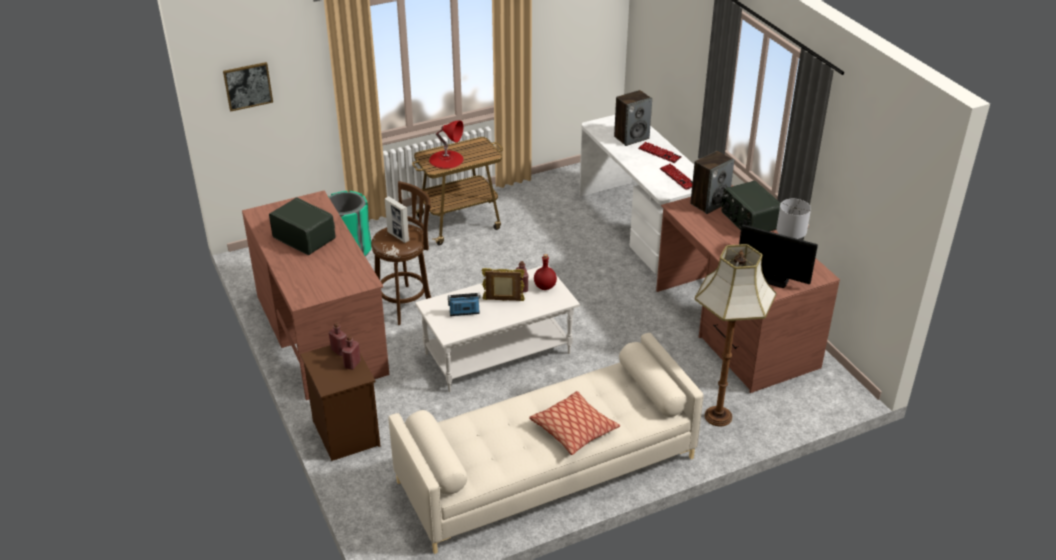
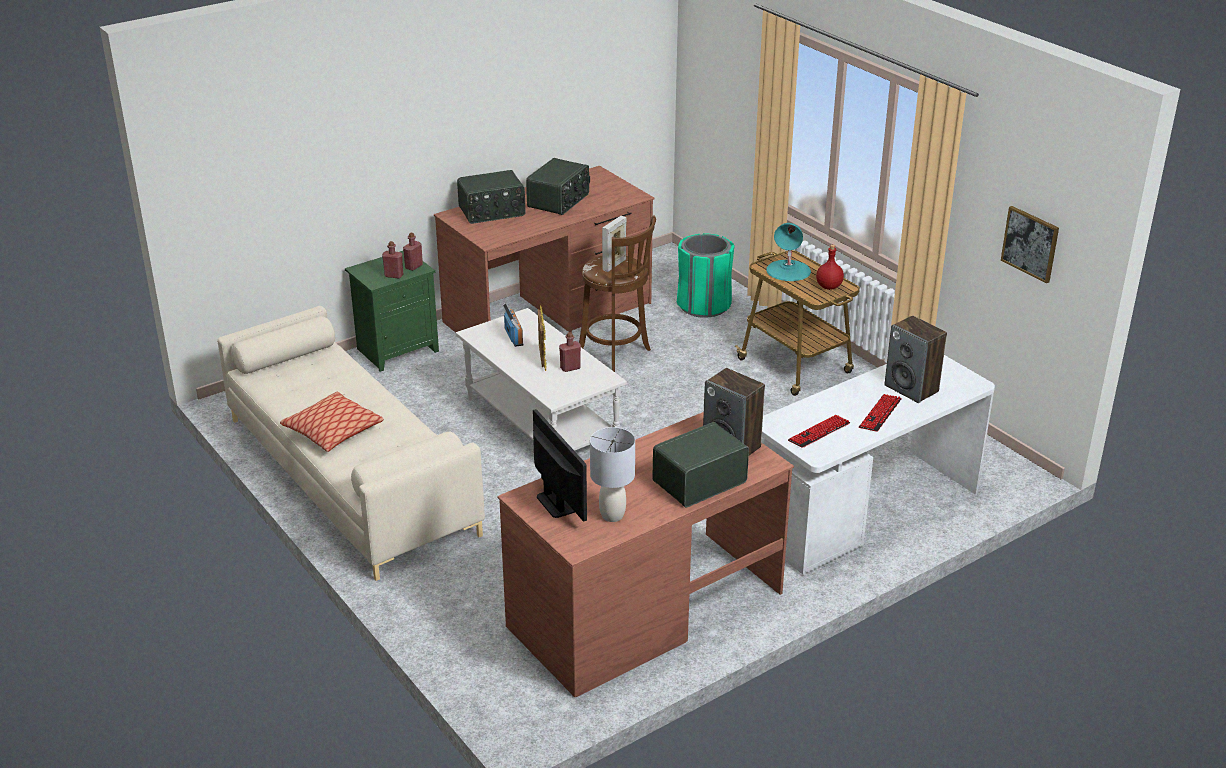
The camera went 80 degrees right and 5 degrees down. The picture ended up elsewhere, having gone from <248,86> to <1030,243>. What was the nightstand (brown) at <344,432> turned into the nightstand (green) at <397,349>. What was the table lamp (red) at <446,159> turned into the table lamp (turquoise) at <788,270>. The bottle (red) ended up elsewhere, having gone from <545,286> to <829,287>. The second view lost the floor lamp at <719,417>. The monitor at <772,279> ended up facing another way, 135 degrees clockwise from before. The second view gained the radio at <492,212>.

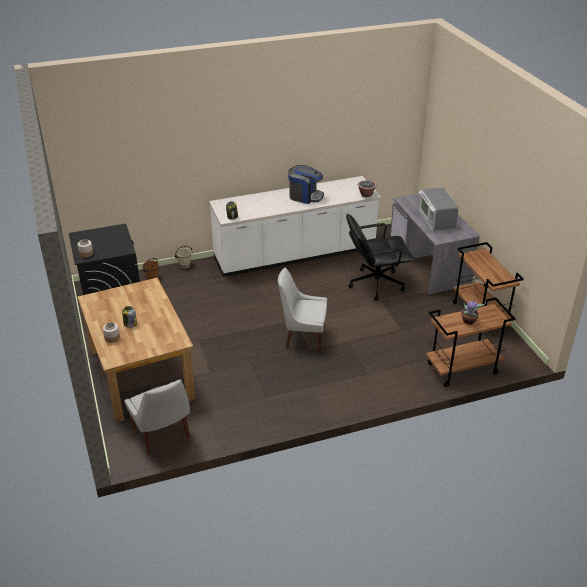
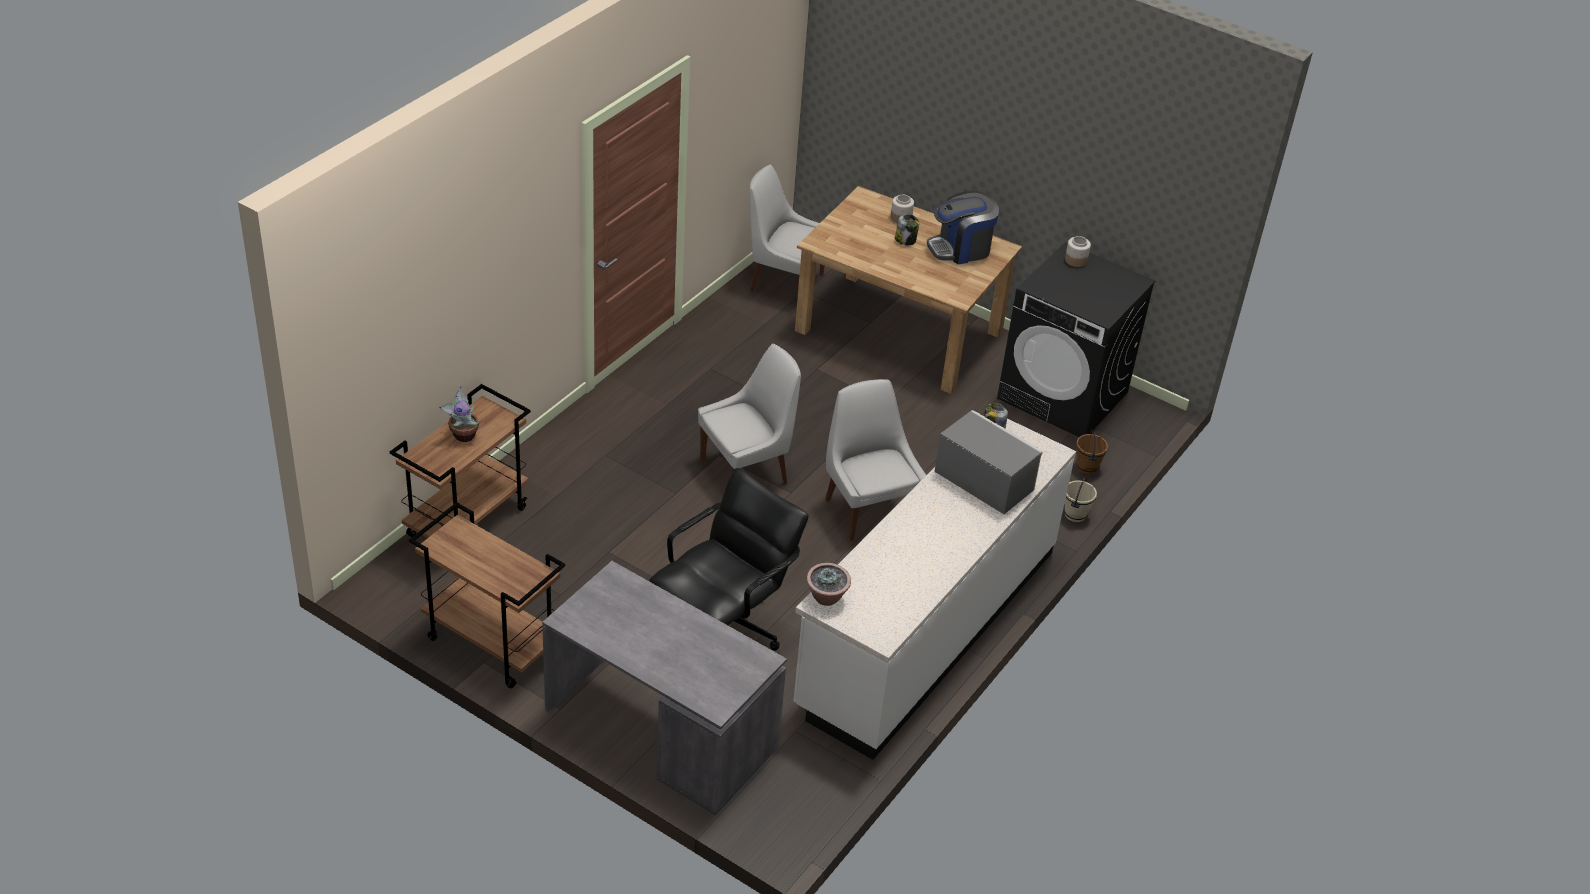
The camera went 140 degrees right and 5 degrees up. The coffee machine ended up elsewhere, having gone from <305,196> to <960,248>. The microwave ended up elsewhere, having gone from <436,219> to <985,479>. The second view gained the chair (white) at <868,509>.

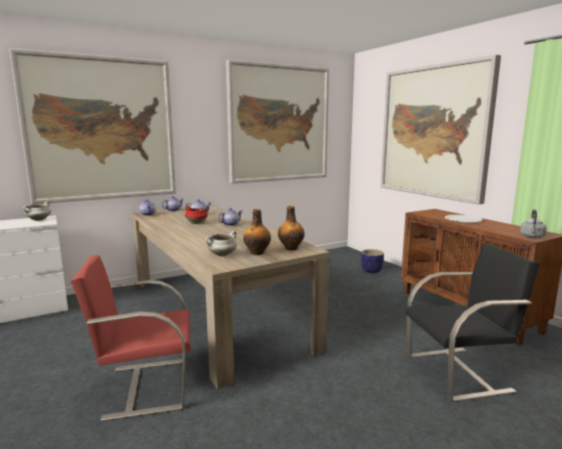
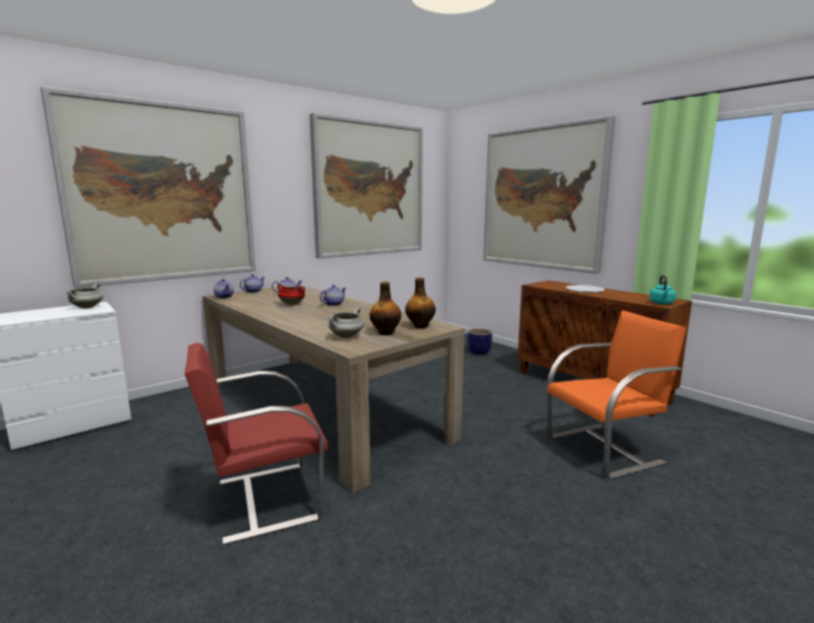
The camera went 10 degrees left and 0 degrees up. What was the chair (black) at <459,373> turned into the chair (orange) at <605,449>. What was the kettle (grey) at <532,237> turned into the kettle (turquoise) at <661,303>.

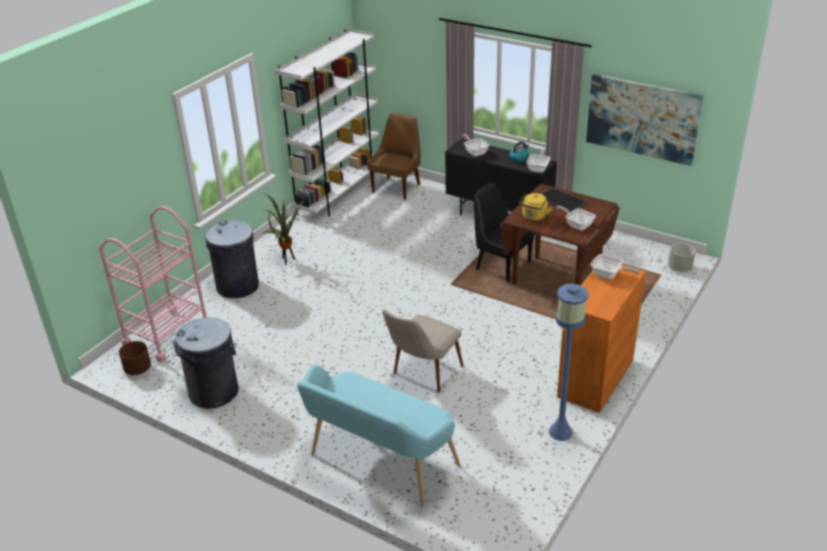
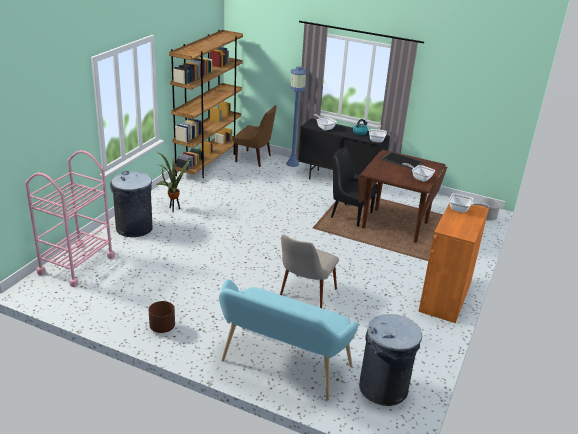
The camera went 10 degrees left and 5 degrees down. The planter (brown) ended up elsewhere, having gone from <137,369> to <162,328>. The trash can (grey) ended up elsewhere, having gone from <214,392> to <384,388>. What was the bookcase (white) at <339,194> turned into the bookcase (brown) at <208,162>. The chair (brown) at <397,187> ended up facing another way, 90 degrees clockwise from before. The second view lost the kettle (yellow) at <534,217>. The floor lamp (blue) ended up elsewhere, having gone from <560,432> to <292,164>. The second view lost the picture at <642,119>.

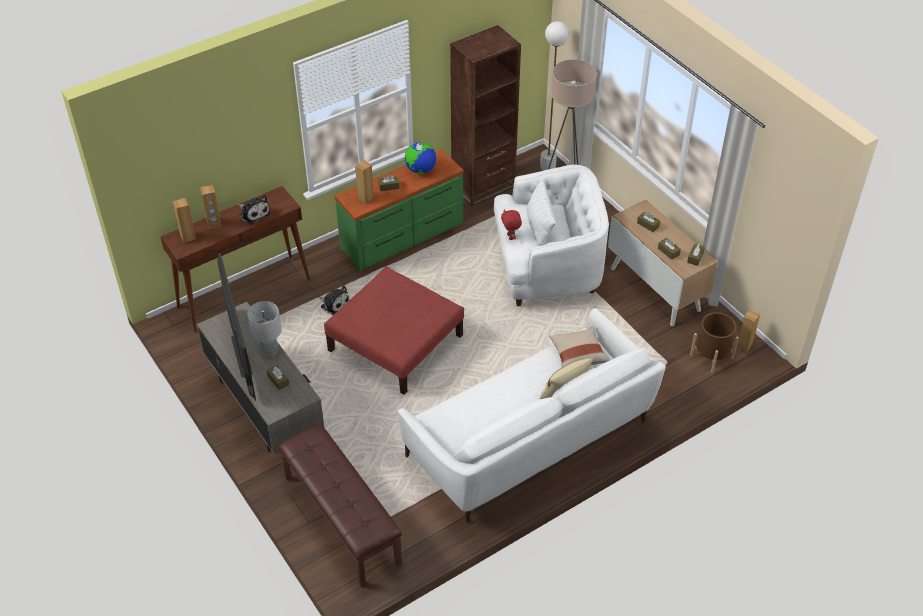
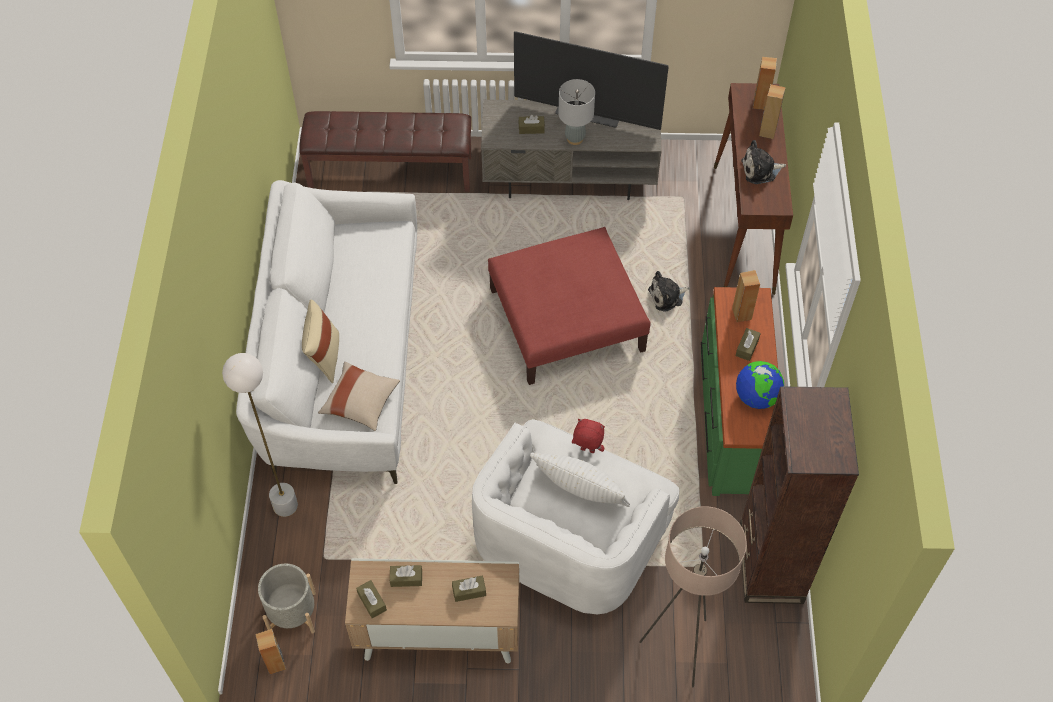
The camera went 125 degrees right and 10 degrees up. The floor lamp (white) ended up elsewhere, having gone from <548,167> to <285,505>. What was the planter (brown) at <711,356> turned into the planter (grey) at <292,613>.

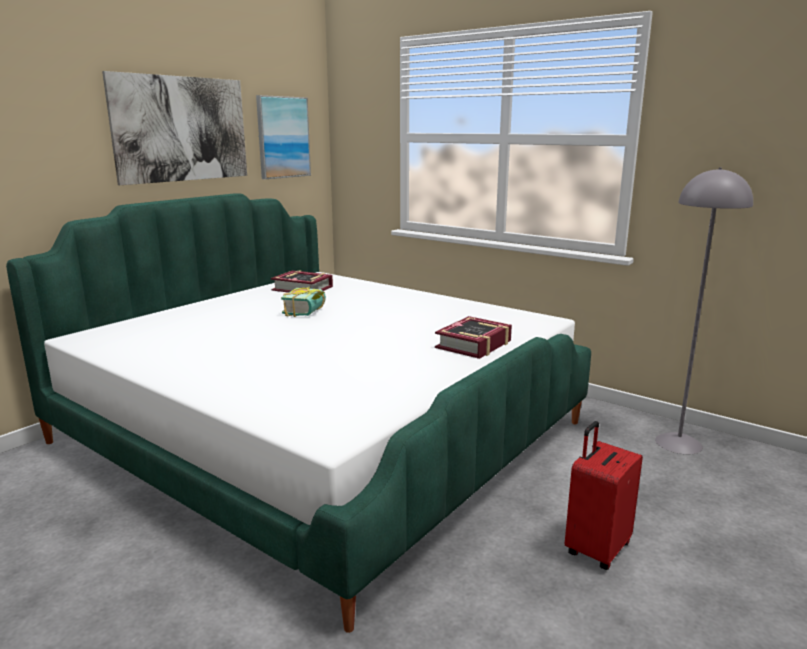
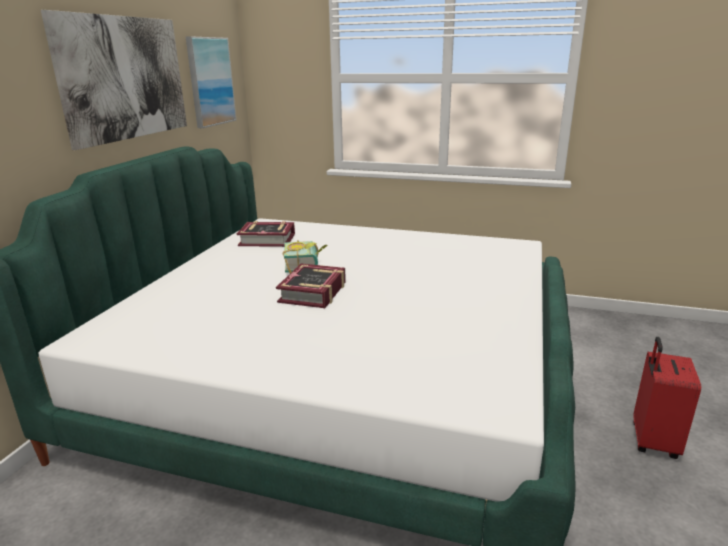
The camera went 20 degrees left and 5 degrees up. The book ended up elsewhere, having gone from <474,344> to <313,292>. The second view lost the floor lamp (grey) at <679,443>.

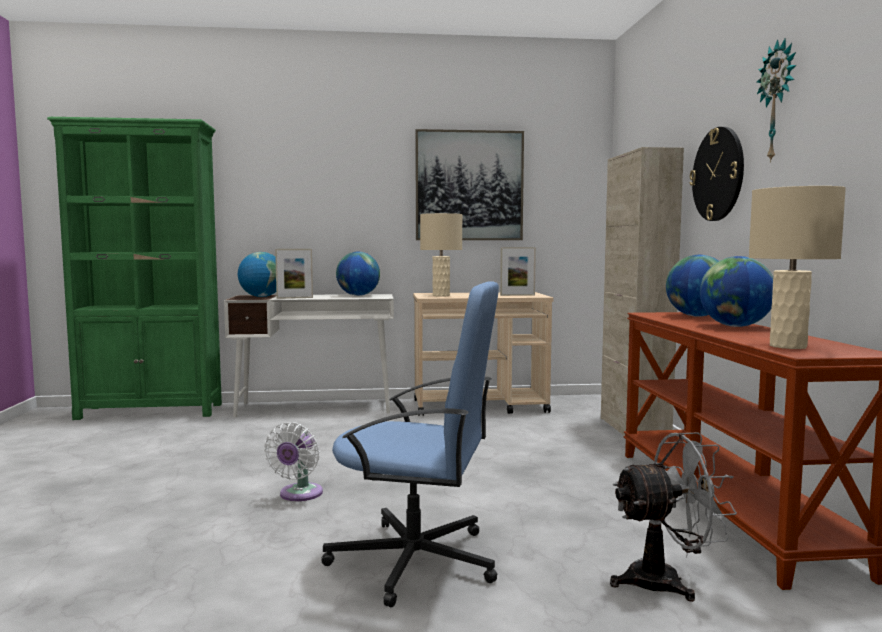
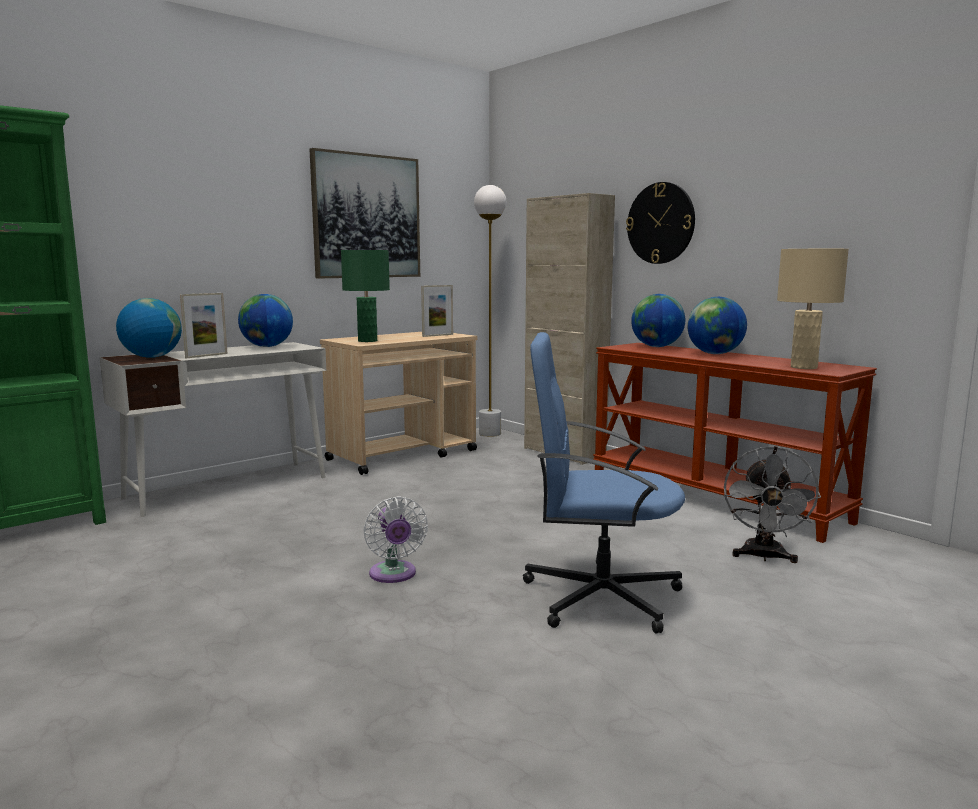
The camera went 35 degrees left and 5 degrees up. The office chair (blue) at <416,561> ended up facing another way, 150 degrees counterclockwise from before. What was the table lamp (beige) at <440,295> turned into the table lamp (green) at <367,341>. The fan (grey) at <666,581> ended up facing another way, 150 degrees clockwise from before. The second view lost the wall clock at <778,101>. The second view gained the floor lamp (white) at <490,434>.

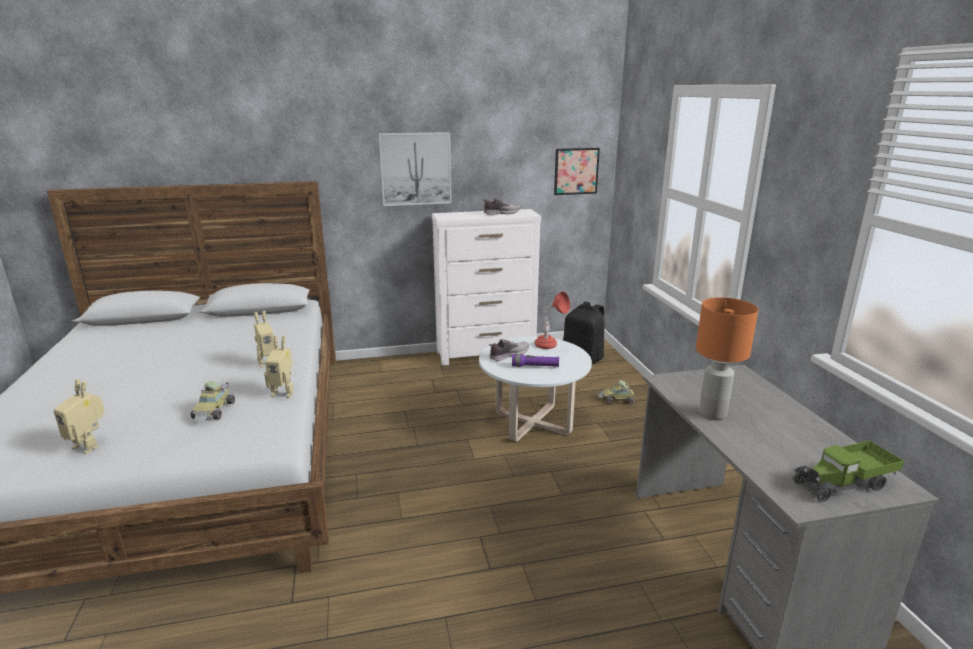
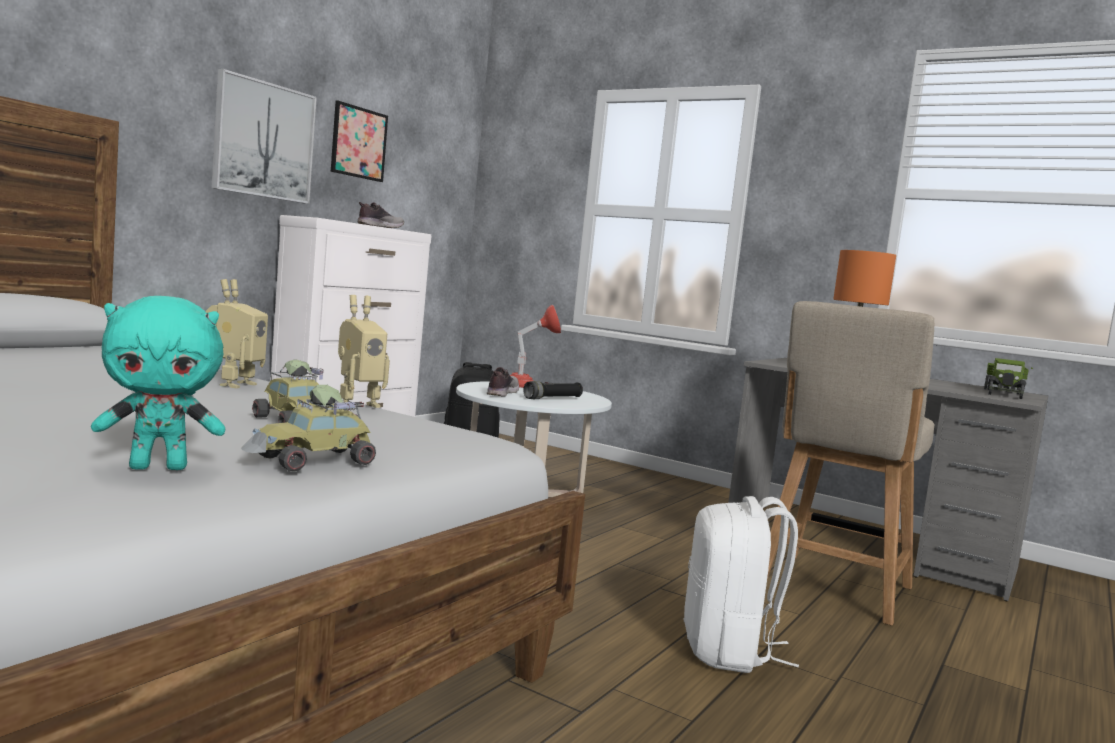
The camera went 45 degrees left and 15 degrees down. Where the toy robot stood at <89,445>, the plush toy (turquoise) came to stand at <159,467>. What was the flashlight (purple) at <535,366> turned into the flashlight (black) at <552,398>. The picture ended up elsewhere, having gone from <576,171> to <359,142>. The toy car ended up elsewhere, having gone from <617,400> to <313,461>. The second view gained the backpack (white) at <728,651>. The second view gained the chair (beige) at <833,589>.

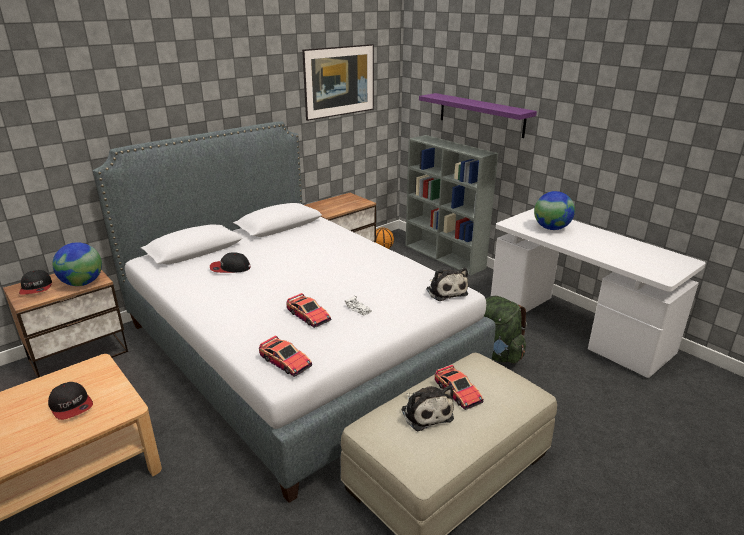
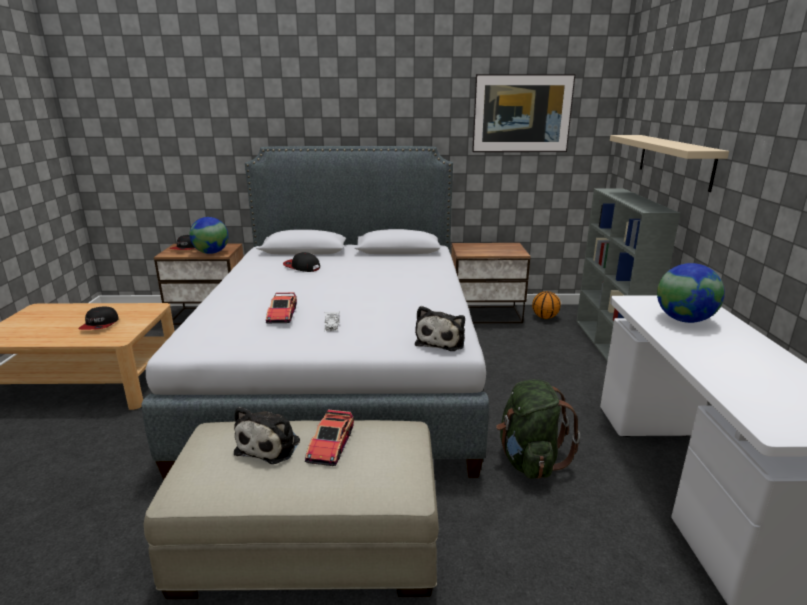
The camera went 40 degrees right and 5 degrees down. The second view lost the toy car at <286,362>. What was the shelf (purple) at <481,115> turned into the shelf (beige) at <674,160>.

